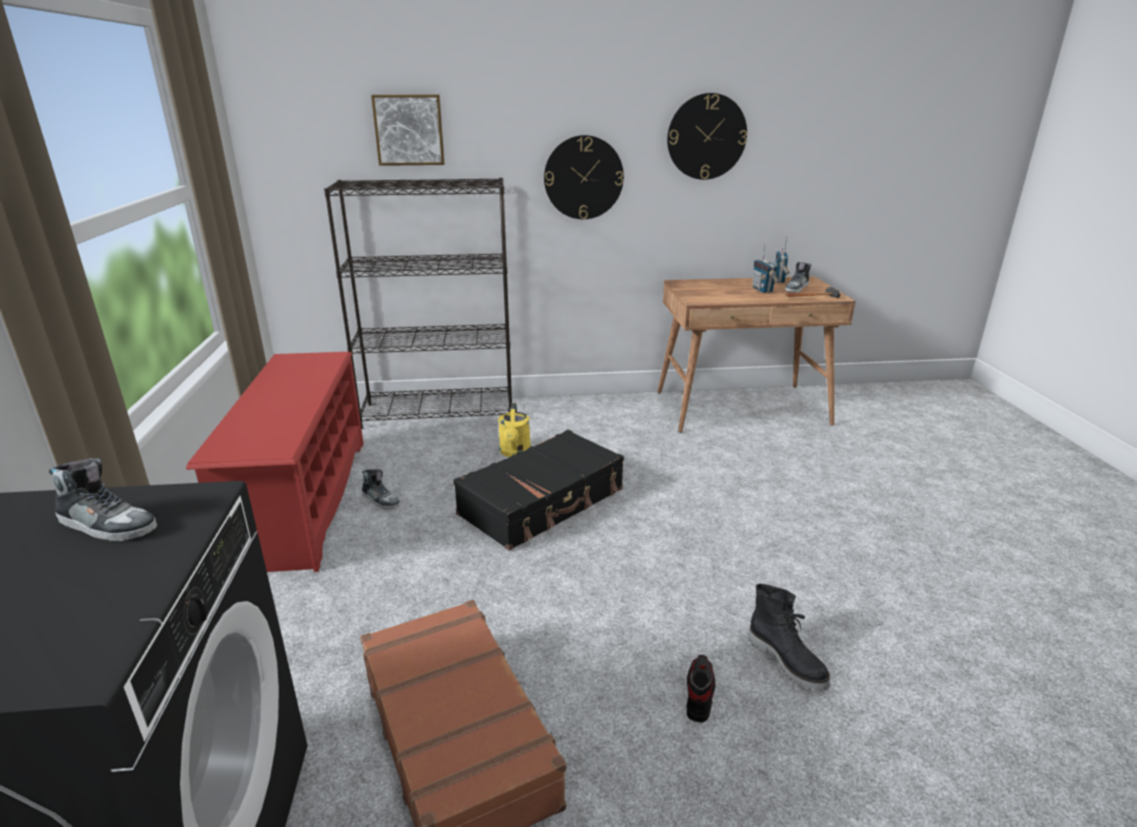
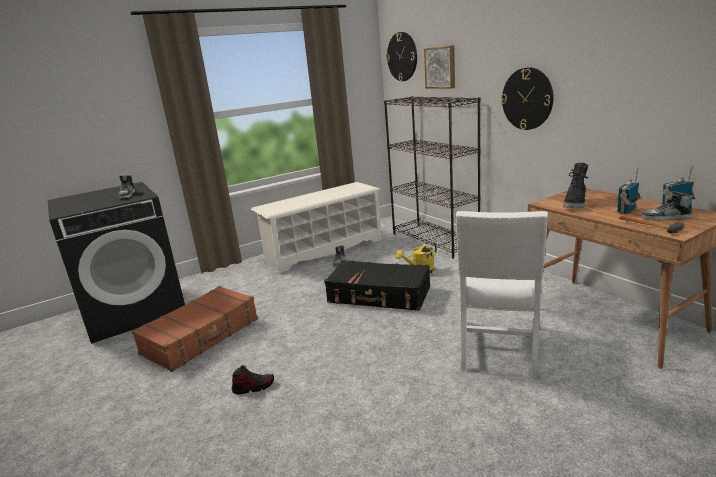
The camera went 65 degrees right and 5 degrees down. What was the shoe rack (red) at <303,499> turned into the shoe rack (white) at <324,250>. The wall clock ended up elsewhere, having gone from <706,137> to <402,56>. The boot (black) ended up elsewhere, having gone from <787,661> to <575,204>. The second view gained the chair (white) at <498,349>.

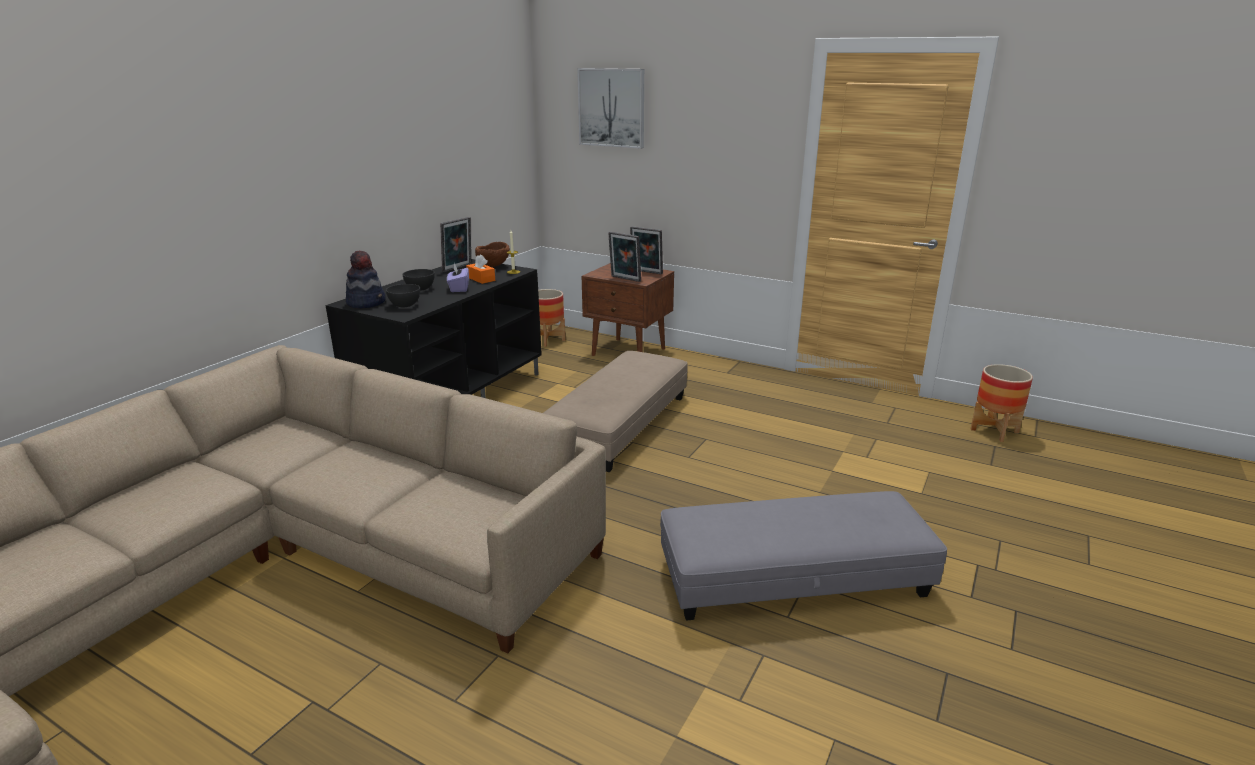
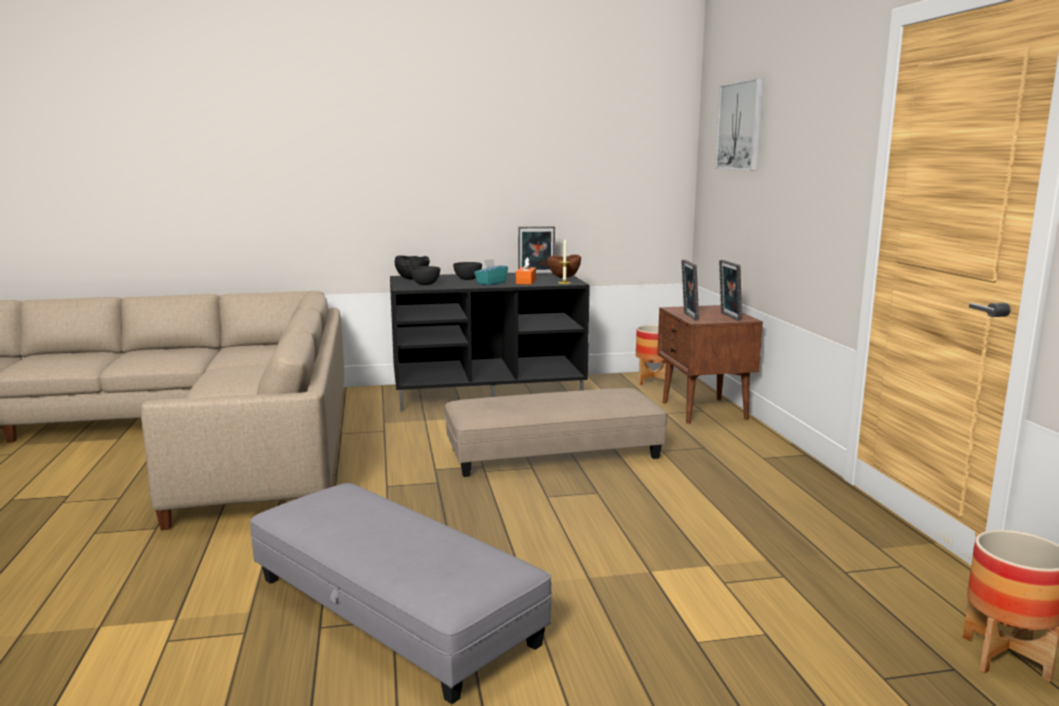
The camera went 50 degrees right and 10 degrees down. Where the hat stood at <366,302>, the bowl (black) came to stand at <412,279>. What was the tissue box (purple) at <459,288> turned into the tissue box (turquoise) at <491,283>.

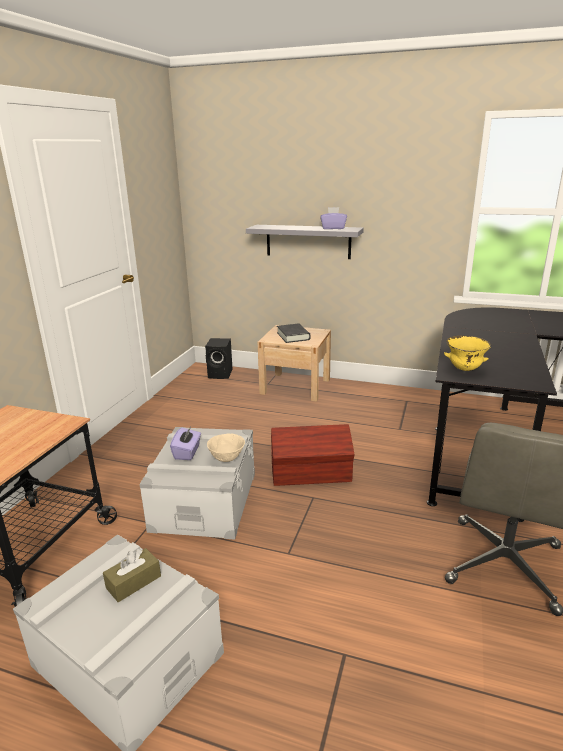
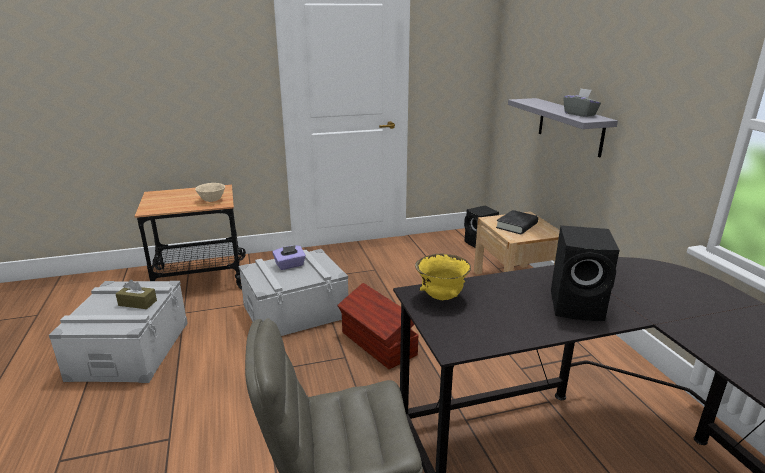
The camera went 55 degrees right and 0 degrees up. The bowl (beige) ended up elsewhere, having gone from <227,458> to <212,200>. What was the tissue box (purple) at <333,228> turned into the tissue box (grey) at <580,114>. The second view gained the speaker (black) at <578,306>.

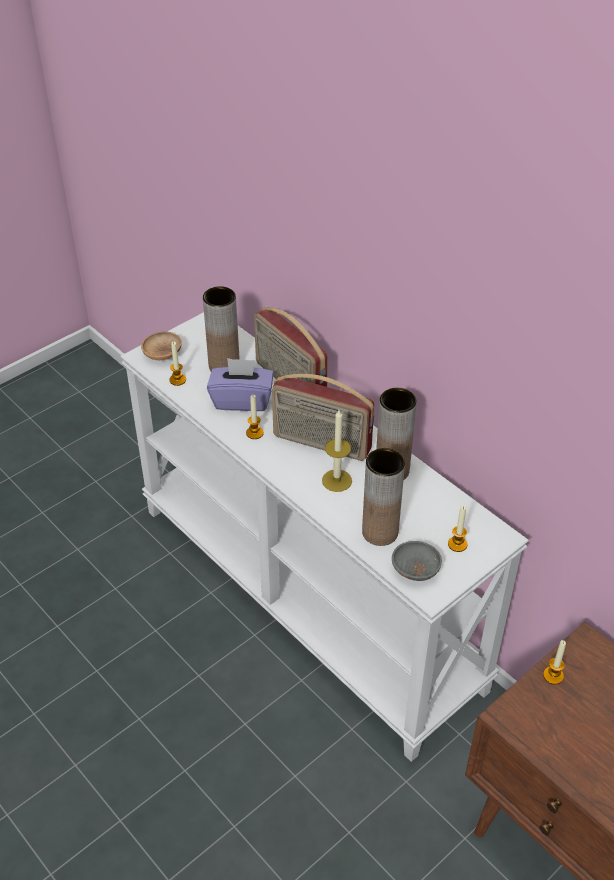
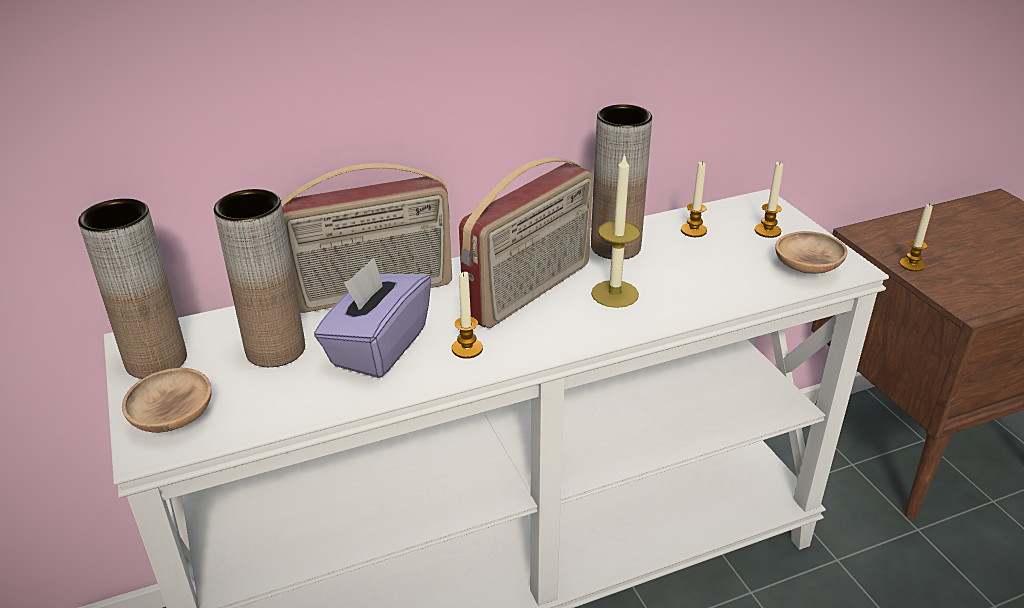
The camera went 70 degrees left and 10 degrees down. The candle ended up elsewhere, having gone from <177,380> to <693,231>. The vase (brown) ended up elsewhere, having gone from <380,532> to <156,361>. What was the bowl (grey) at <415,570> turned into the bowl (brown) at <806,269>.

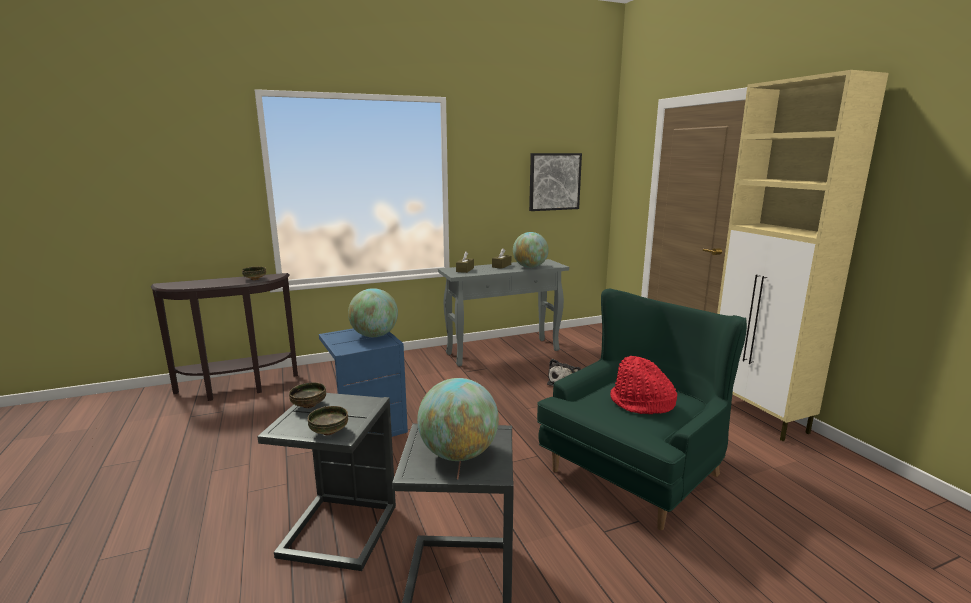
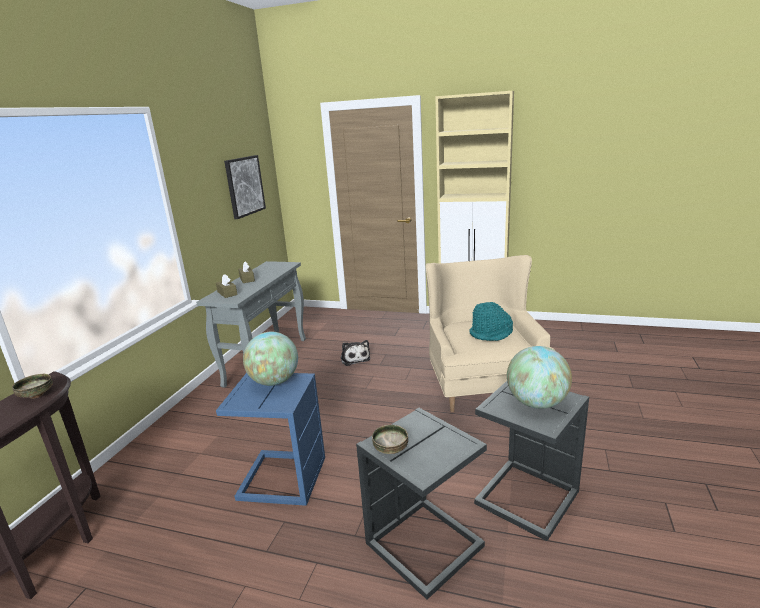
The camera went 50 degrees left and 5 degrees up. The second view lost the bowl at <329,431>. The second view lost the globe at <530,267>. What was the armchair (green) at <638,470> turned into the armchair (beige) at <482,382>. What was the hat (red) at <641,404> turned into the hat (turquoise) at <491,334>.

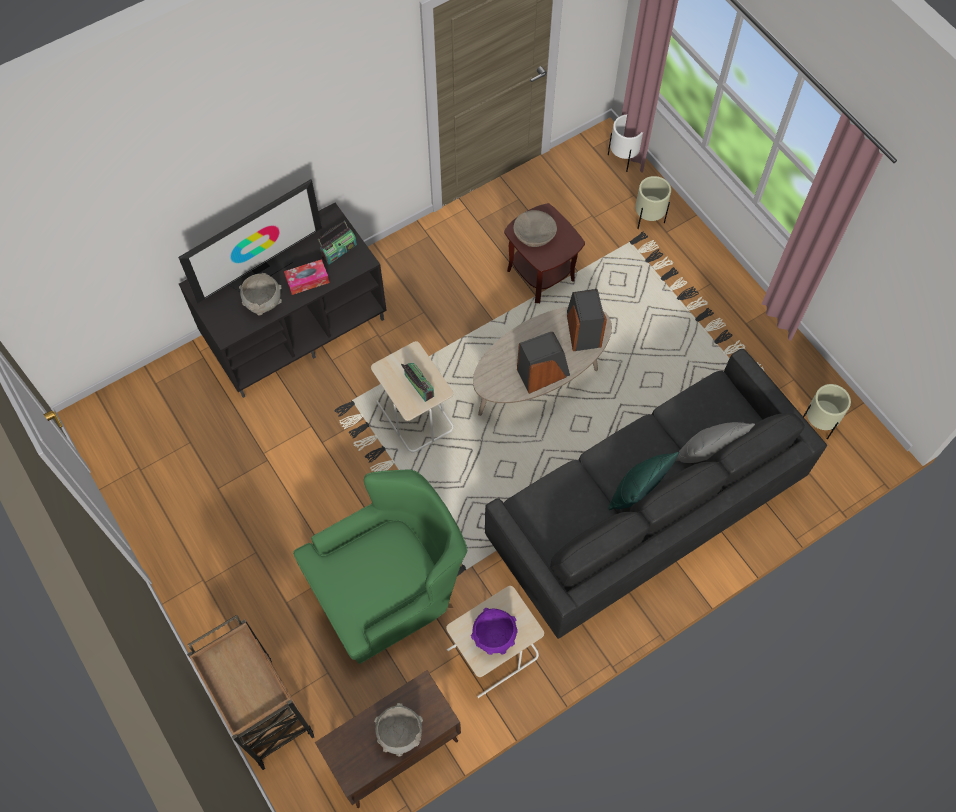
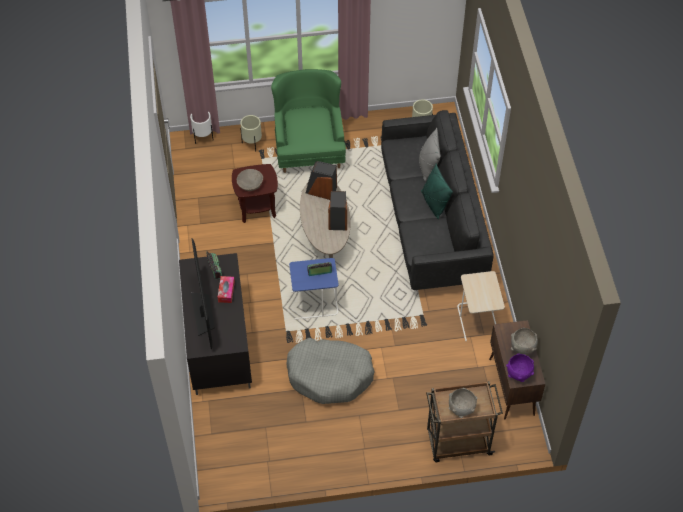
The camera went 65 degrees left and 10 degrees down. The bowl (grey) ended up elsewhere, having gone from <264,304> to <461,409>. The armchair (green) ended up elsewhere, having gone from <388,588> to <309,148>. What was the side table (beige) at <414,415> turned into the side table (blue) at <314,304>. The bowl (purple) ended up elsewhere, having gone from <494,637> to <519,374>. The second view gained the dog bed (grey) at <330,375>.

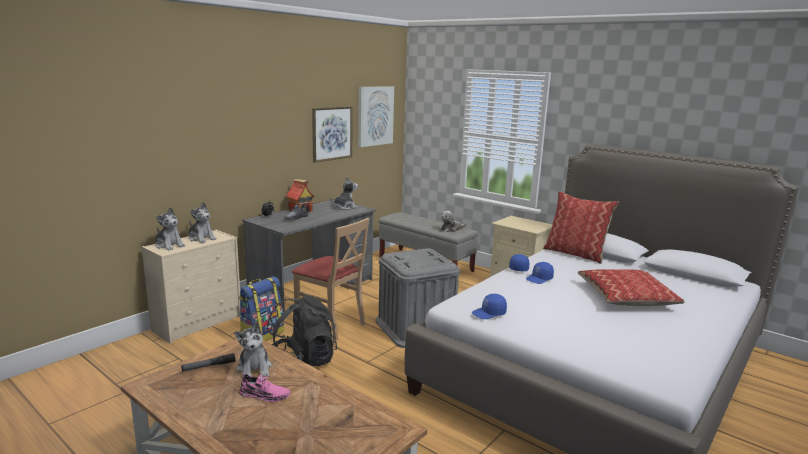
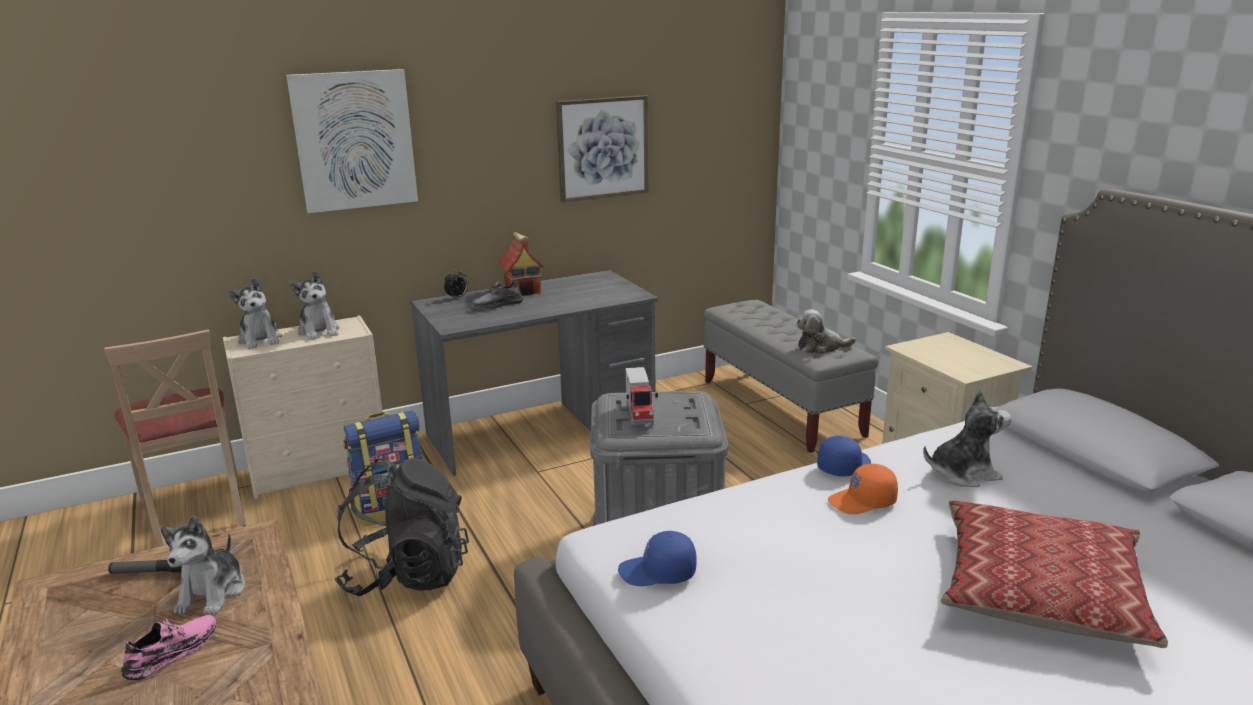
The camera went 25 degrees right and 5 degrees up. The shoe (pink) at <264,395> ended up facing another way, 90 degrees counterclockwise from before. The chair (beige) ended up elsewhere, having gone from <331,324> to <196,513>. The plush toy ended up elsewhere, having gone from <344,207> to <963,474>. The picture ended up elsewhere, having gone from <375,116> to <354,140>. What was the cap (blue) at <539,279> turned into the cap (orange) at <862,502>. The second view lost the pillow at <575,254>. The second view gained the toy truck at <641,415>.

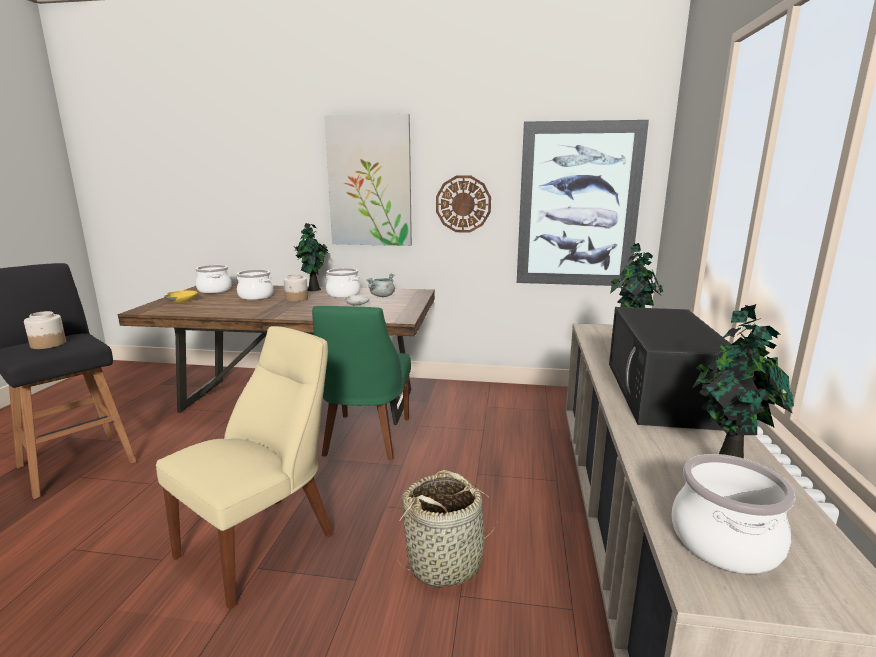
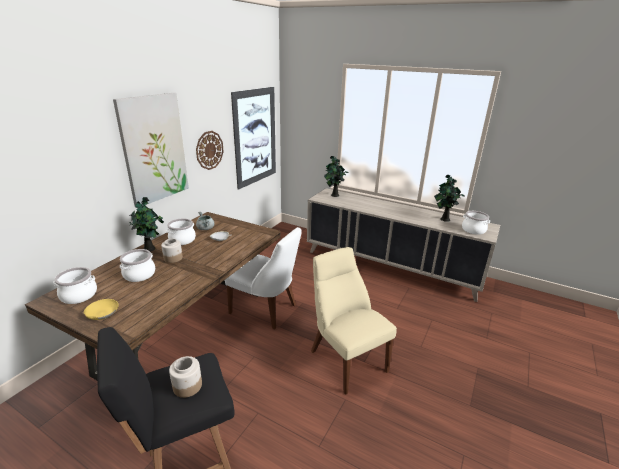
The camera went 70 degrees left and 10 degrees up. What was the chair (green) at <365,439> turned into the chair (white) at <266,310>. The second view lost the basket at <445,562>. The second view lost the microwave (black) at <662,393>.

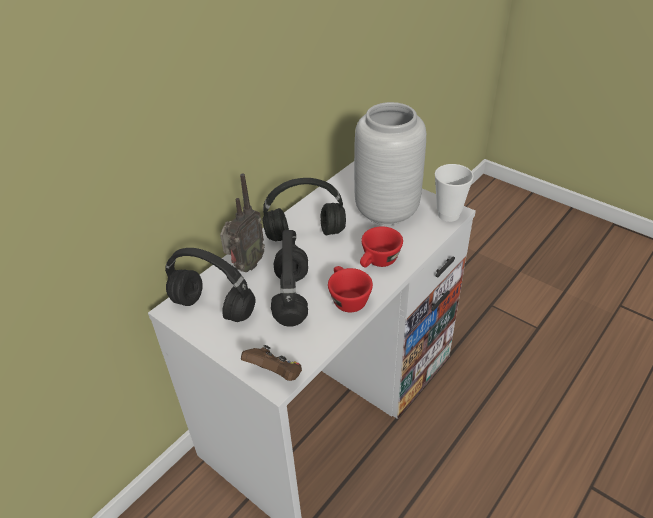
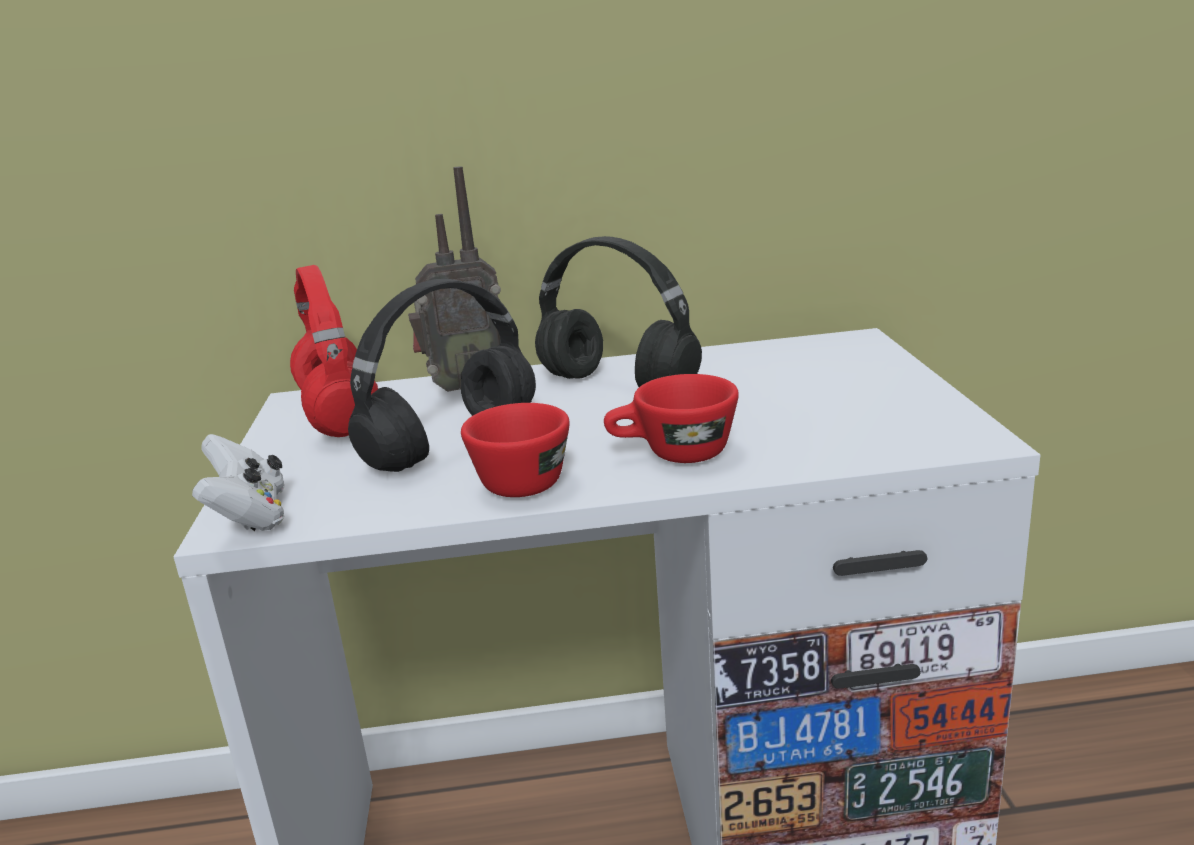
The camera went 45 degrees right and 20 degrees down. What was the headphones (black) at <215,308> turned into the headphones (red) at <341,416>. What was the game controller (brown) at <275,374> turned into the game controller (white) at <250,517>. The second view lost the vase (grey) at <386,210>. The second view lost the cup at <448,215>.

